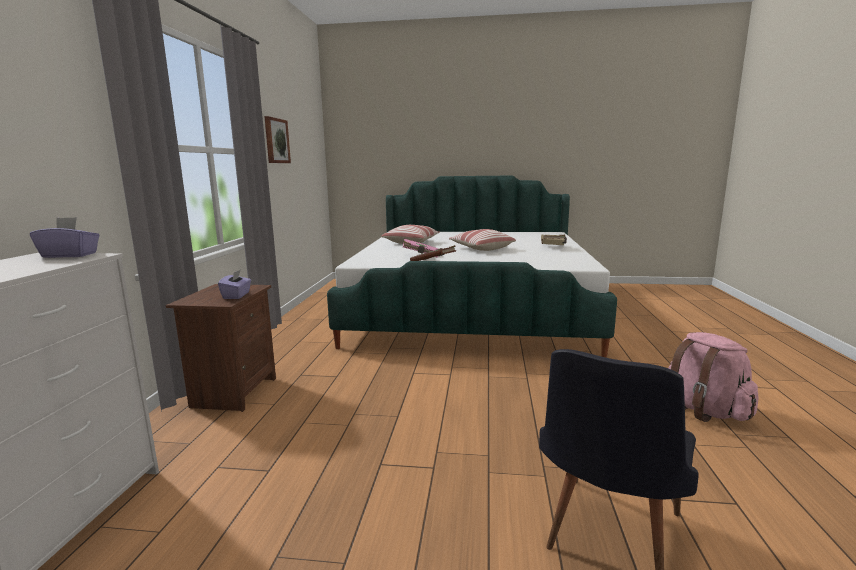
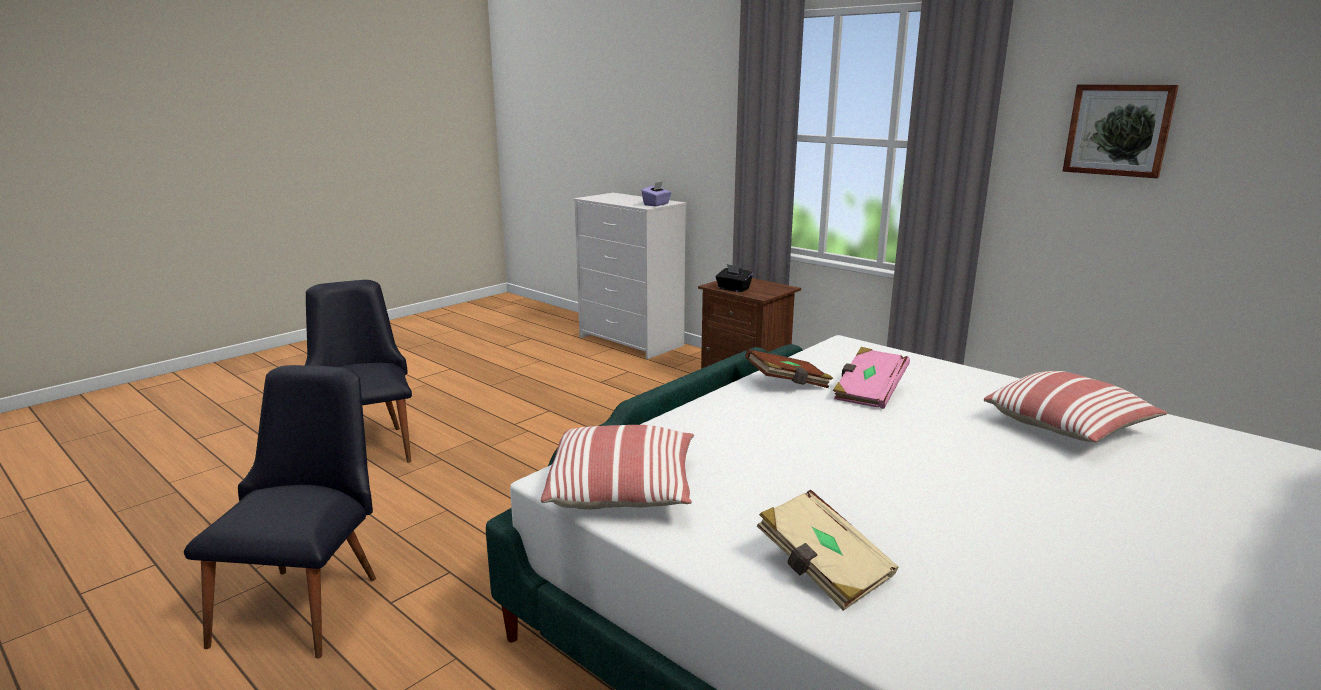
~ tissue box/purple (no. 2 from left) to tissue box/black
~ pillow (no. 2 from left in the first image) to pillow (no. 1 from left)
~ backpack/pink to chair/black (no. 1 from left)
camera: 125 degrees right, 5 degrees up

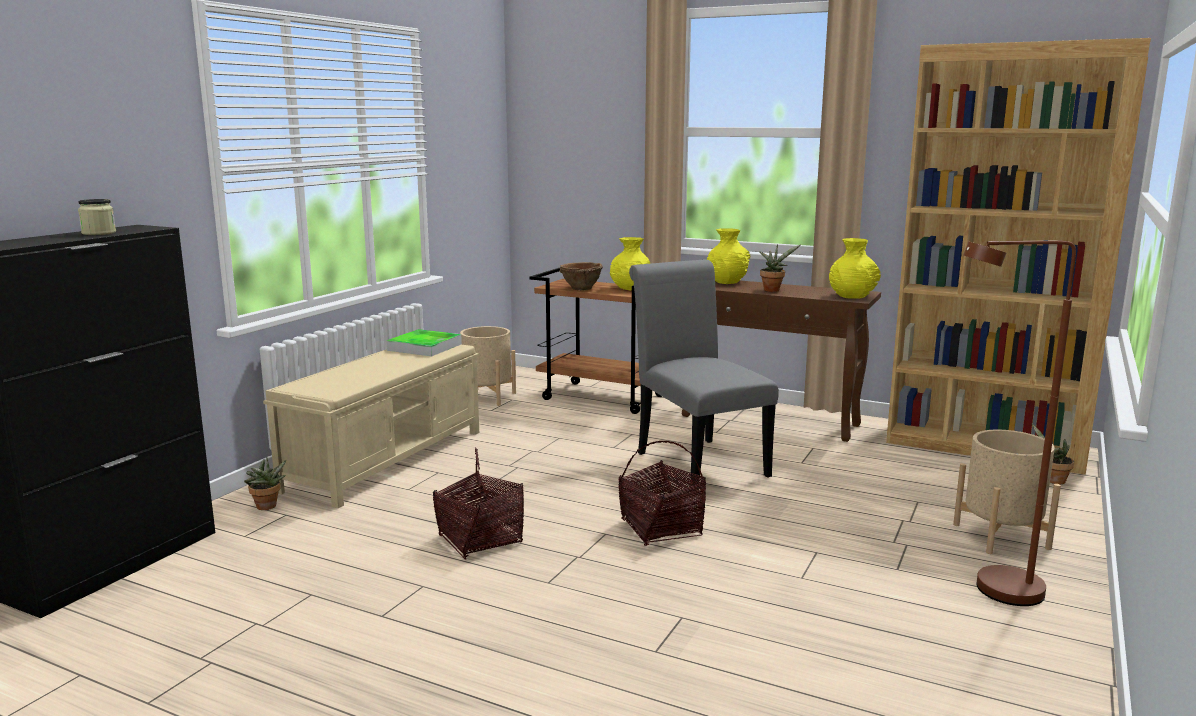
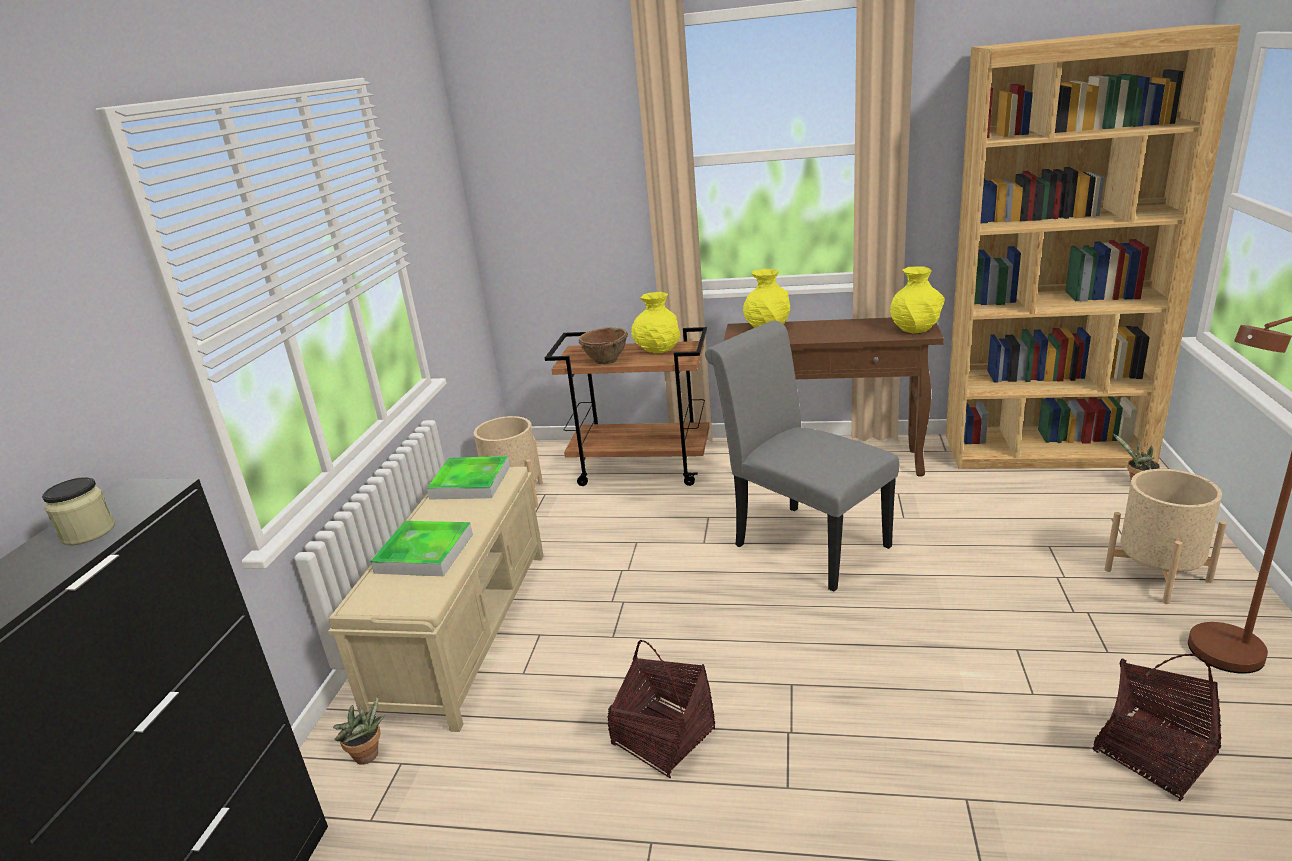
~ basket (no. 2 from left)
- potted plant (no. 2 from left)
+ tray (no. 1 from left)
camera: 15 degrees left, 10 degrees up

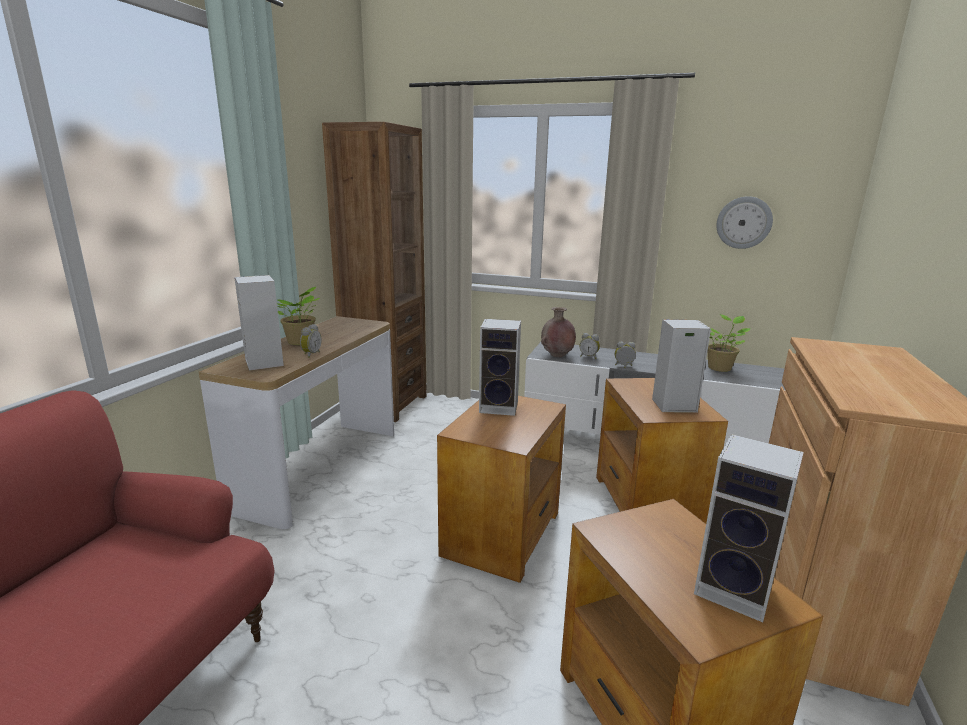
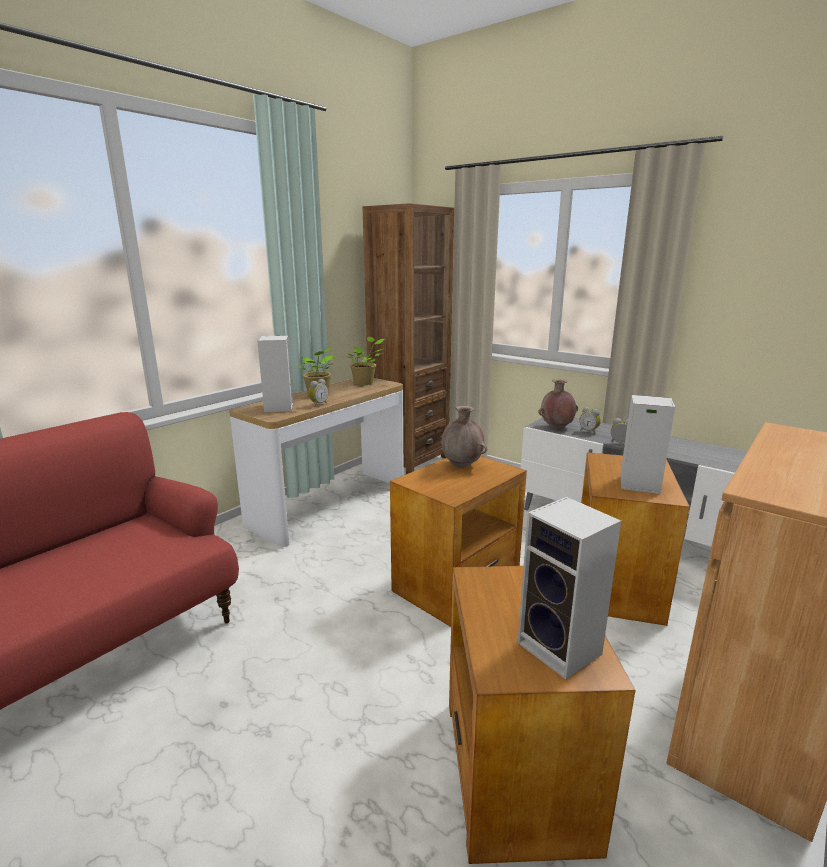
~ speaker (no. 2 from left) to vase/brown (no. 1 from left)
~ potted plant (no. 2 from left)
- wall clock
camera: 20 degrees right, 0 degrees up

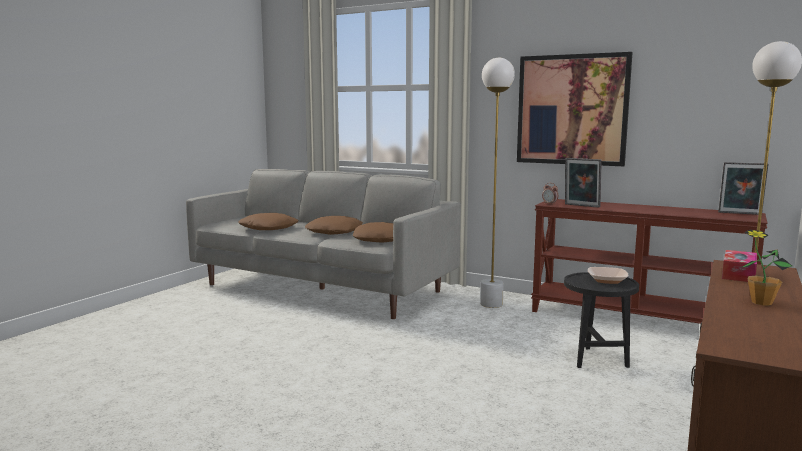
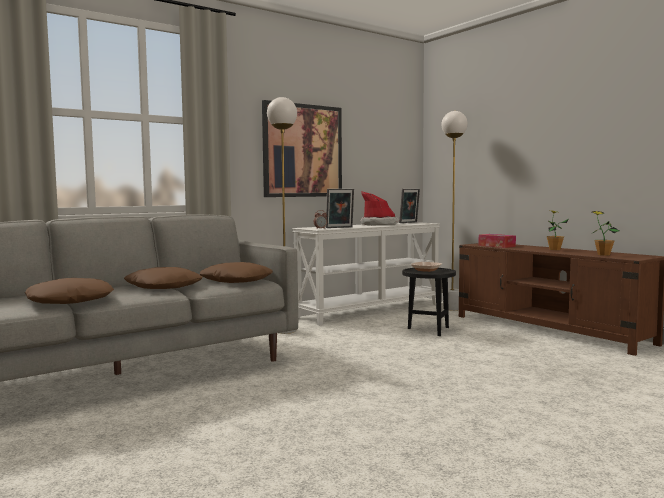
~ console table/brown to console table/white
+ hat
+ potted plant (no. 2 from left)
camera: 65 degrees left, 5 degrees down

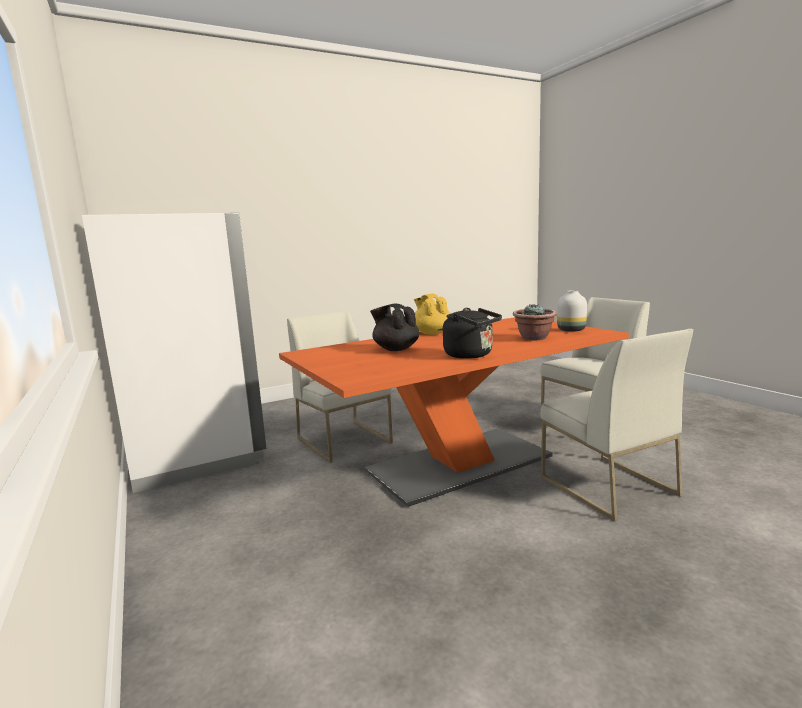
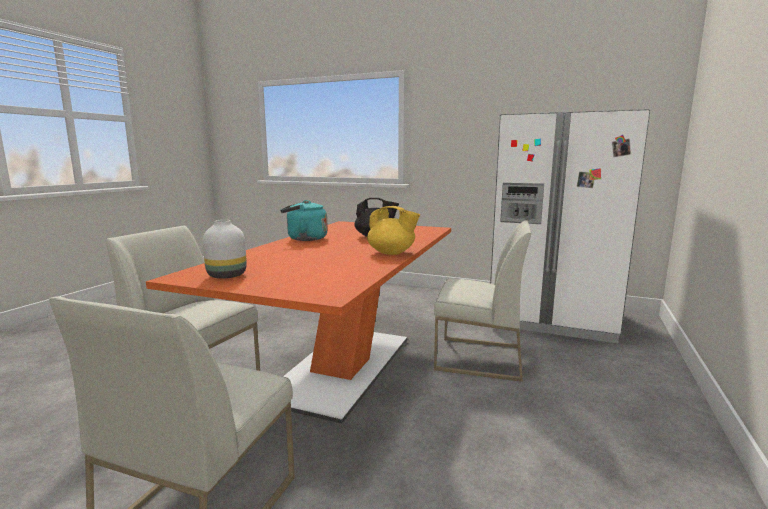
~ kettle/black to kettle/turquoise
- potted plant
camera: 140 degrees right, 0 degrees up

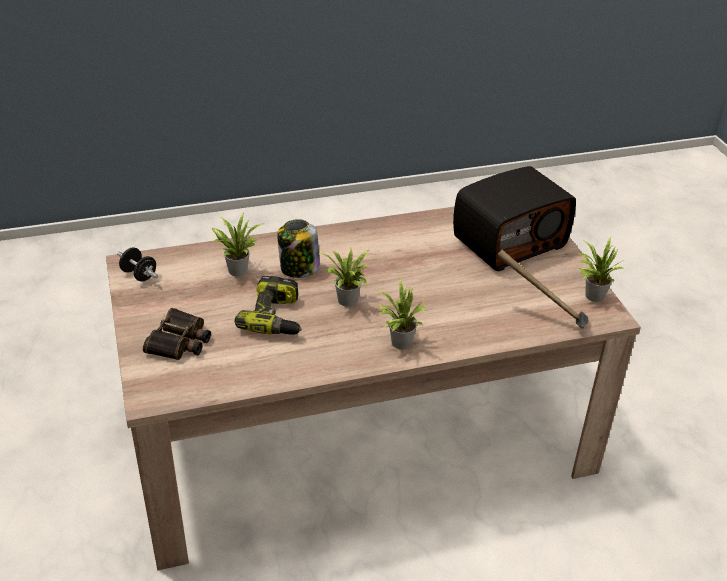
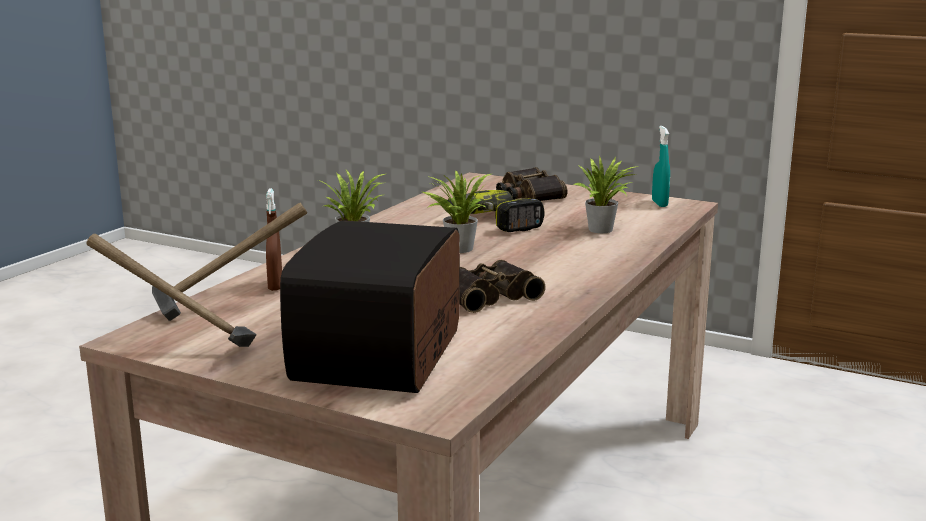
~ dumbbell/black to spray bottle/turquoise
- jar
~ potted plant (no. 4 from left) to hammer (no. 1 from left)
+ spray bottle/brown
+ binoculars (no. 1 from left)
camera: 135 degrees right, 20 degrees down

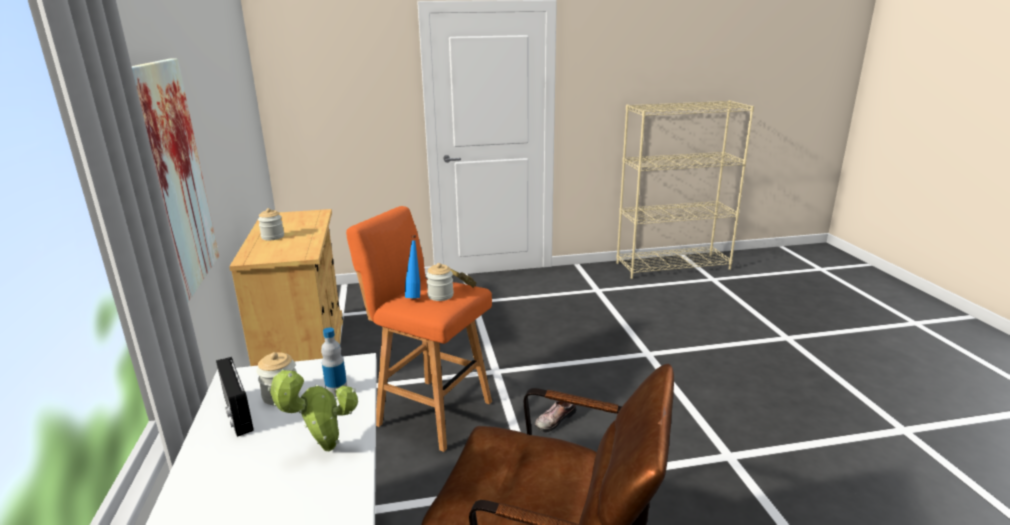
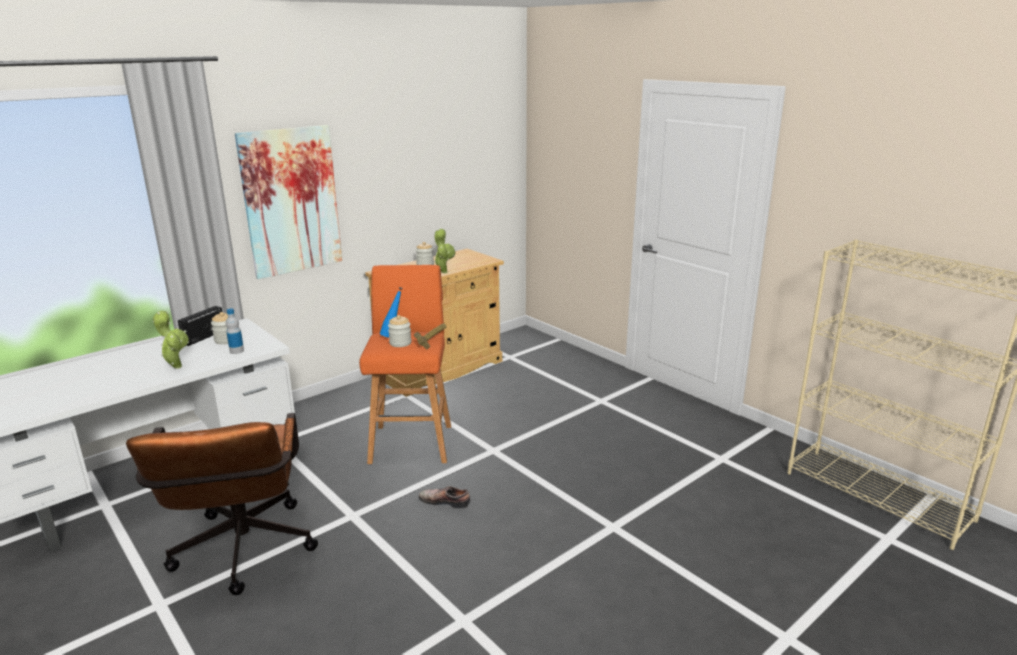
+ potted plant (no. 2 from left)
camera: 60 degrees right, 0 degrees up

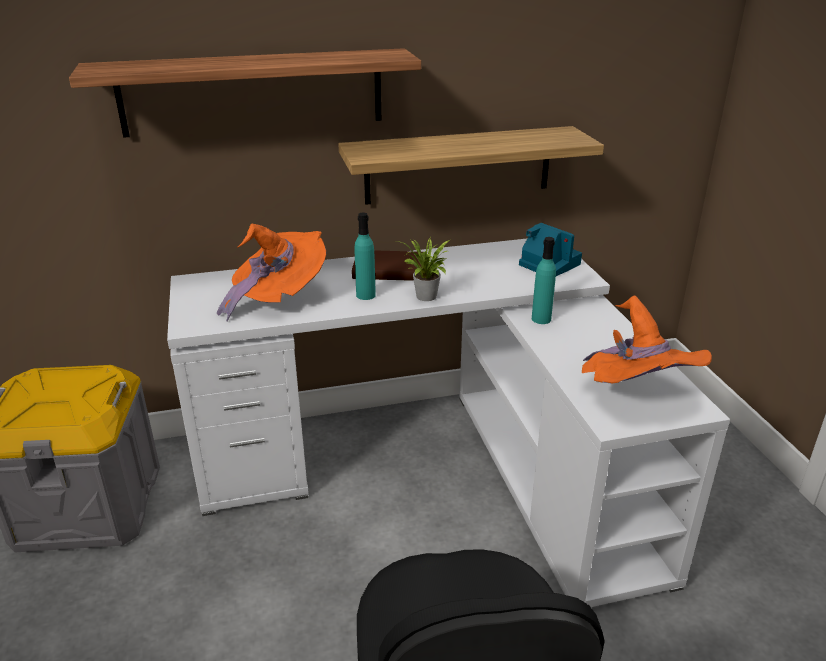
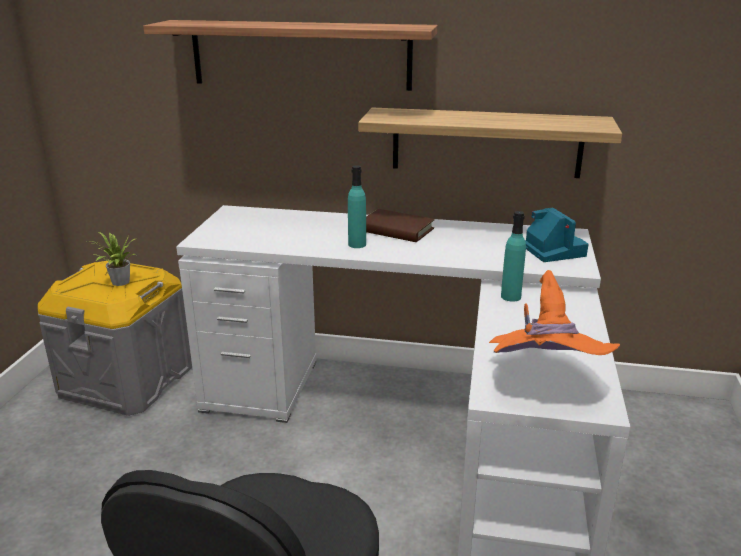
- hat/orange (no. 1 from left)
~ potted plant
camera: 25 degrees right, 5 degrees down

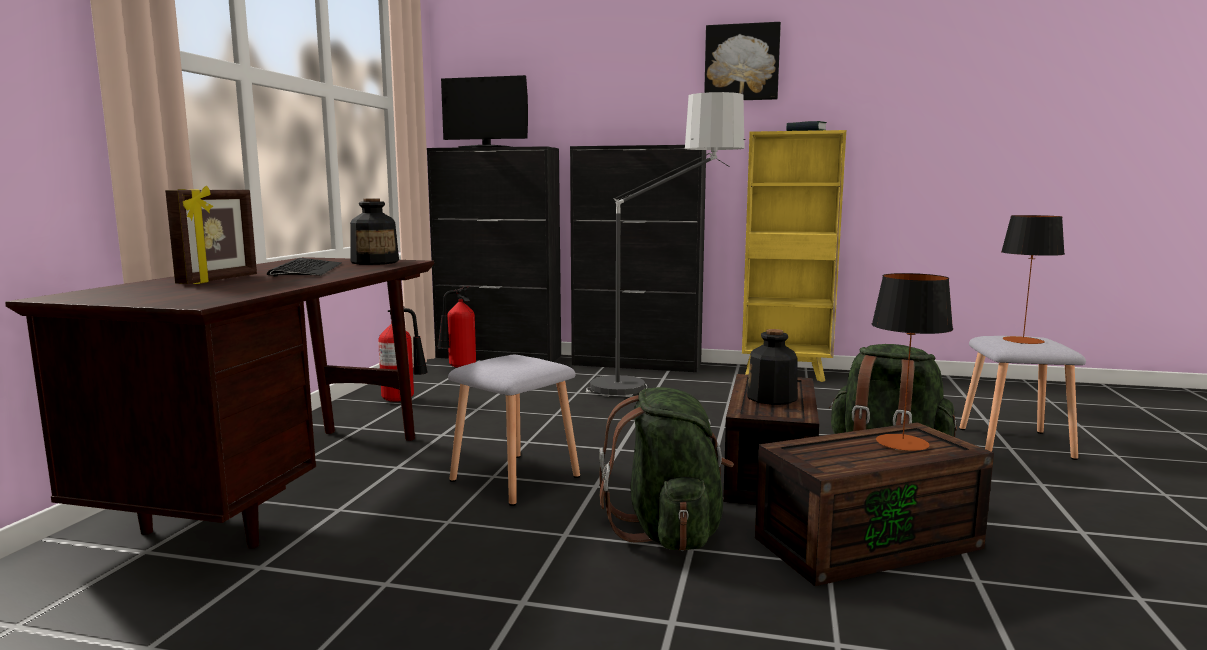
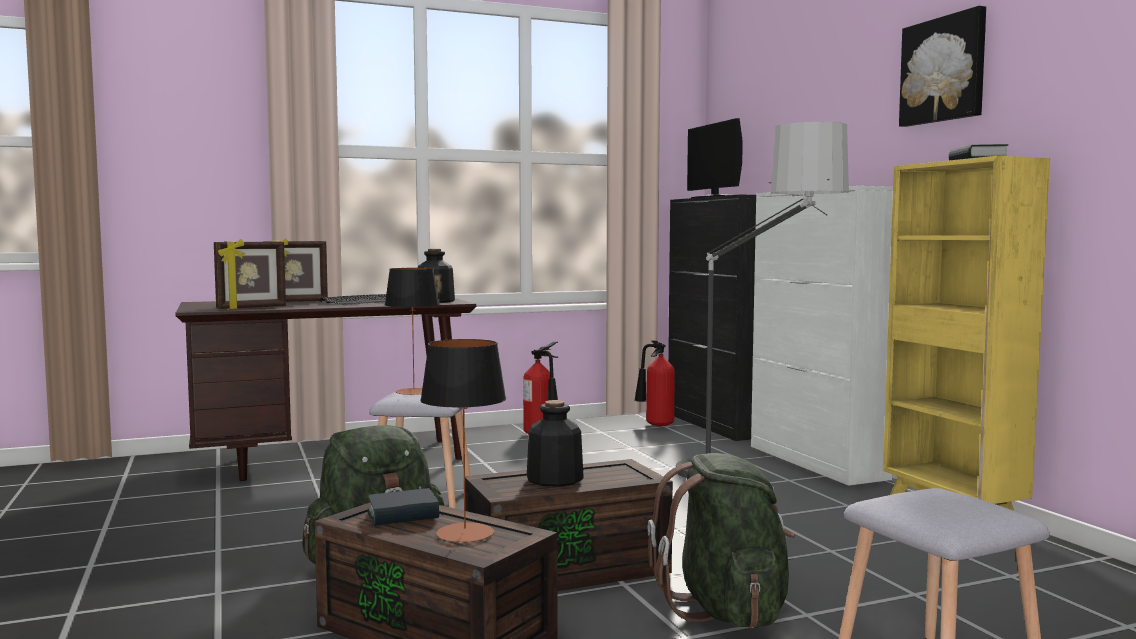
~ cabinet/black (no. 2 from left) to cabinet/white
~ table lamp (no. 2 from left in the first image) to table lamp (no. 1 from left)
+ picture frame (no. 1 from left)
+ book (no. 1 from left)
camera: 55 degrees right, 5 degrees down

